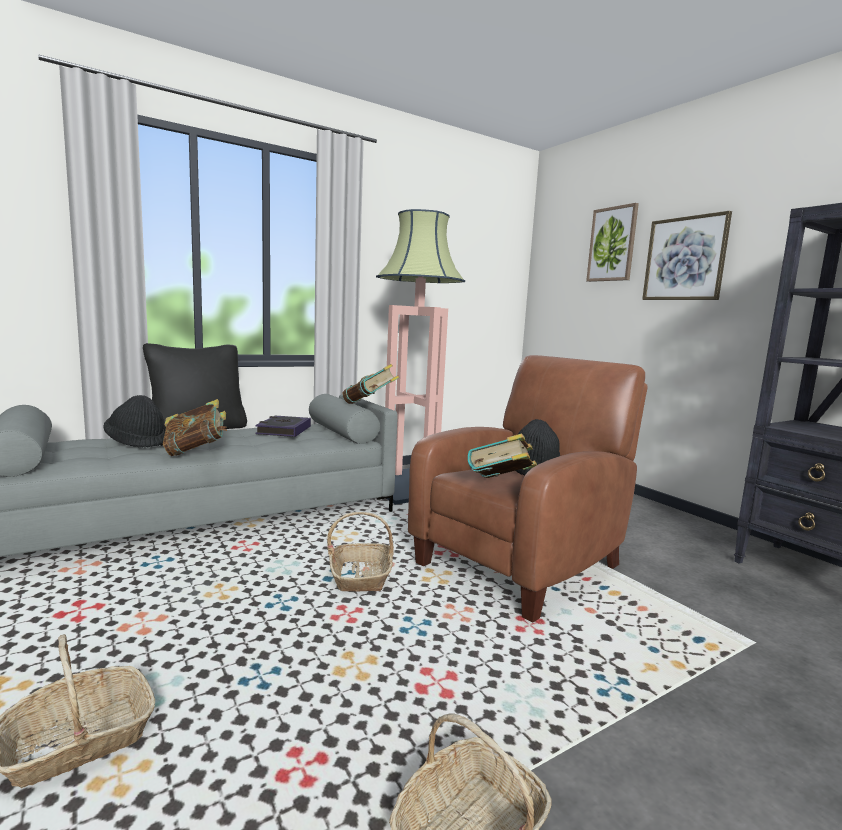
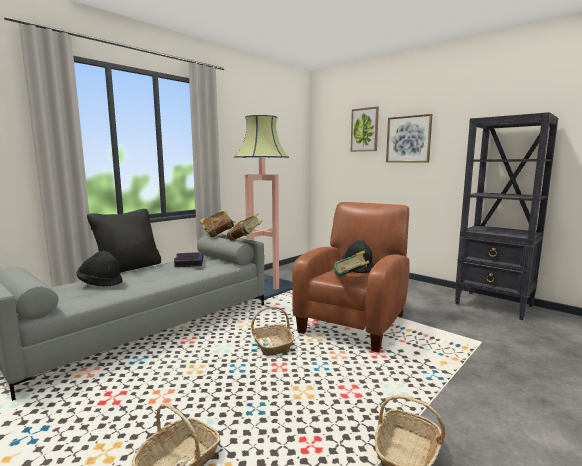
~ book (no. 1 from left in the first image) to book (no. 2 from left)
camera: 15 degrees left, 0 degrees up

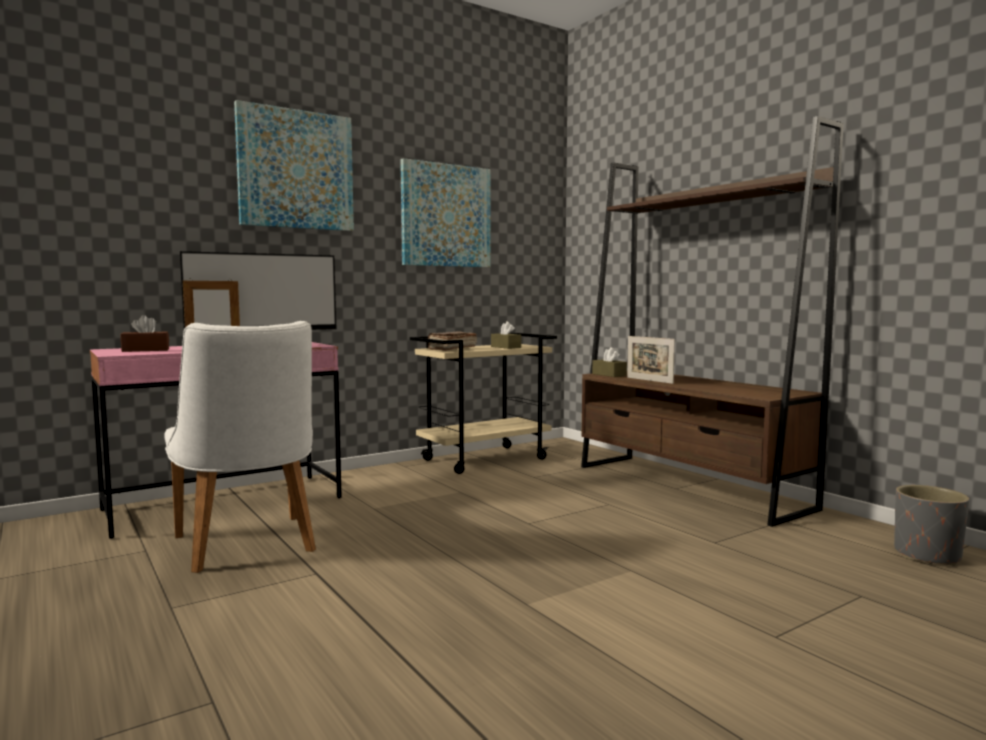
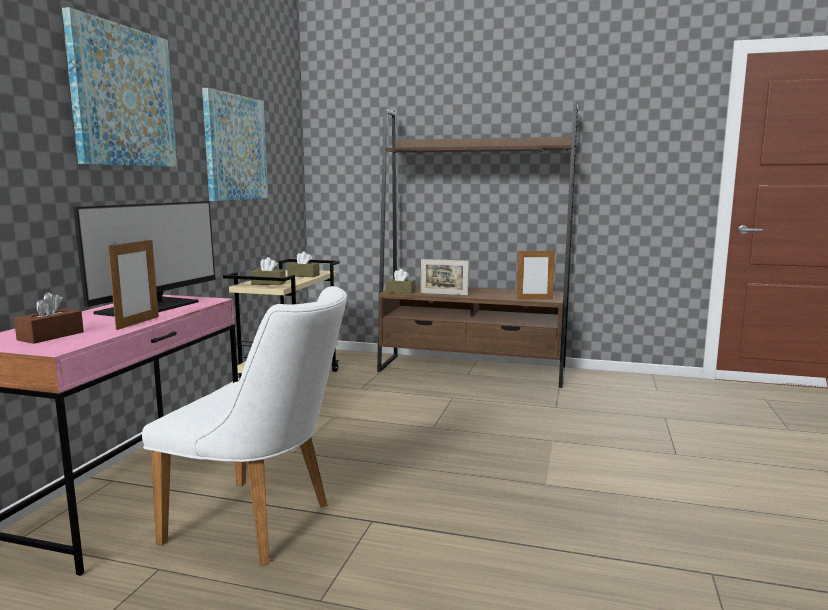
~ book/brown to tissue box/brown (no. 2 from left)
- planter/grey
+ picture frame (no. 3 from left)
camera: 40 degrees left, 5 degrees up

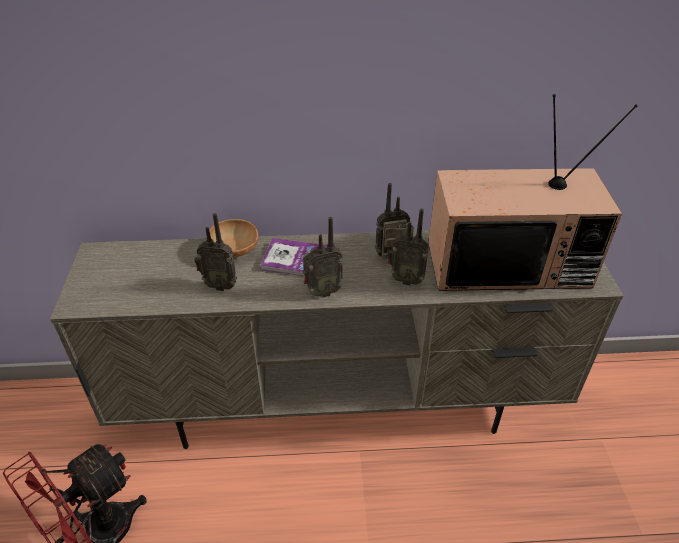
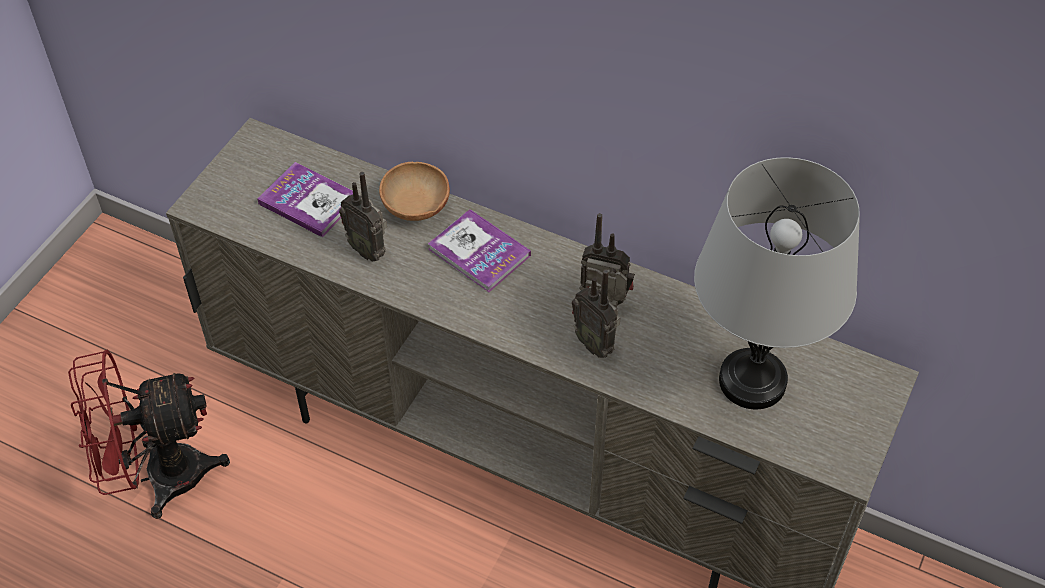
- radio (no. 2 from left)
~ television to table lamp/grey
+ book (no. 1 from left)
camera: 30 degrees right, 10 degrees up

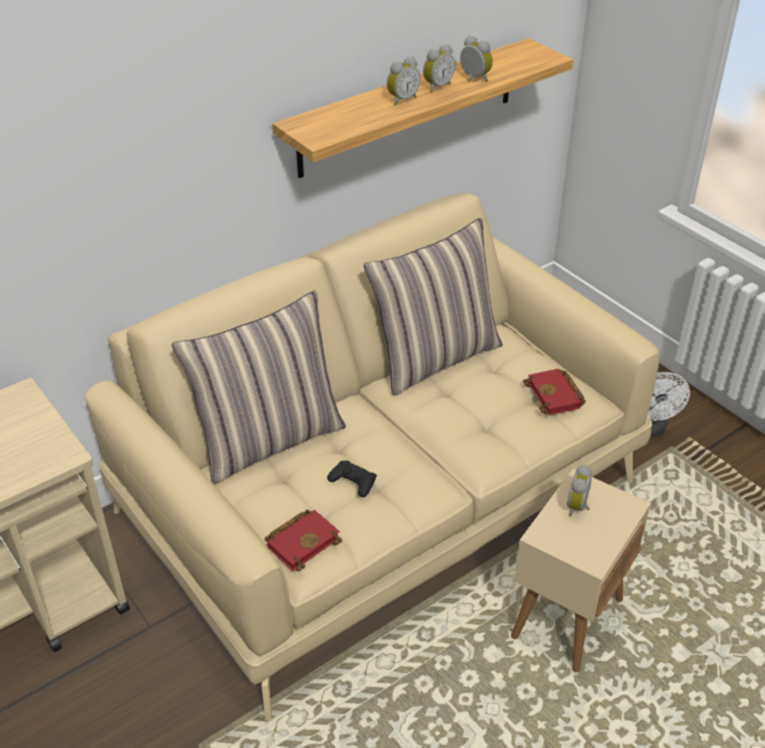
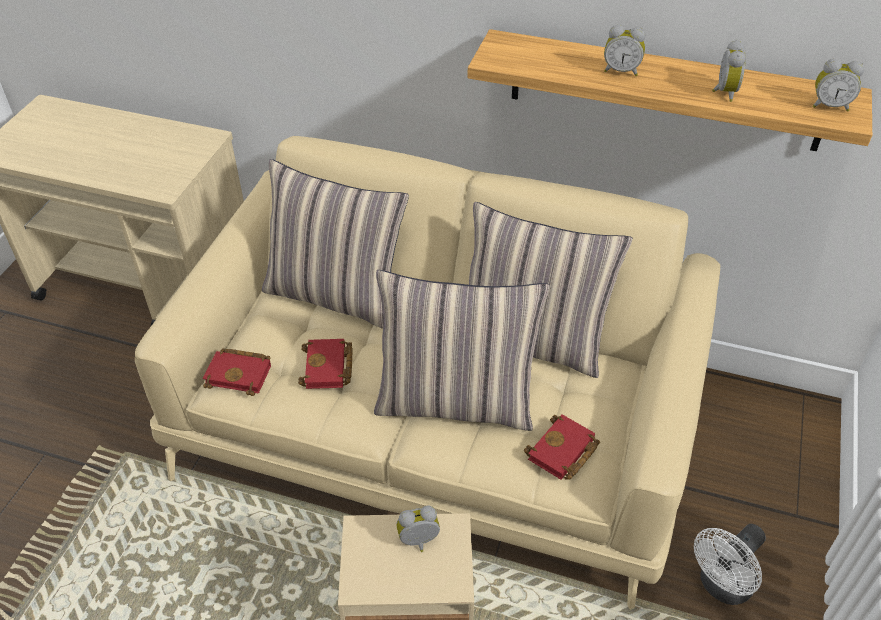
~ game controller/black to book/red (no. 2 from left)
~ alarm clock (no. 2 from left in the first image) to alarm clock (no. 4 from left)
+ pillow (no. 2 from left)
camera: 55 degrees right, 5 degrees up

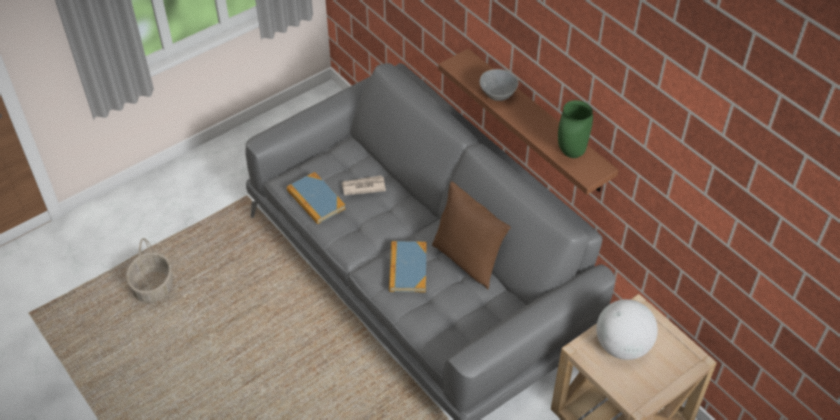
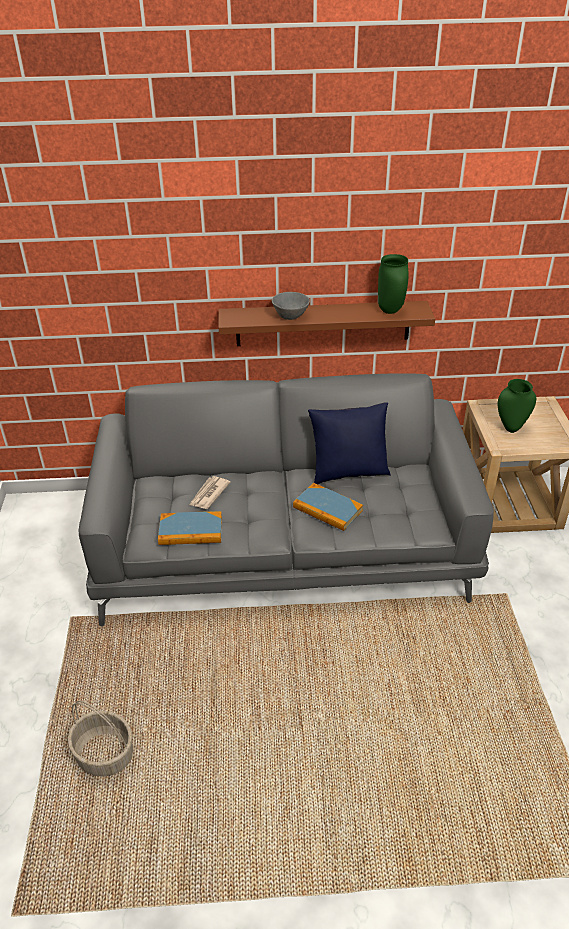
~ pillow/brown to pillow/blue
~ globe to vase/green (no. 2 from left)
camera: 55 degrees left, 10 degrees down

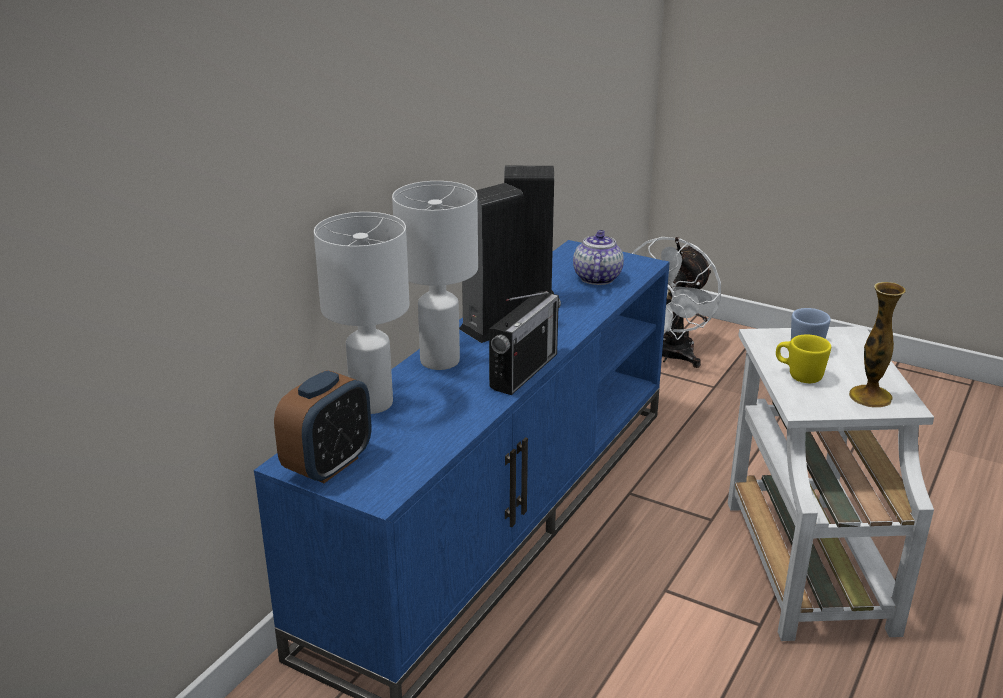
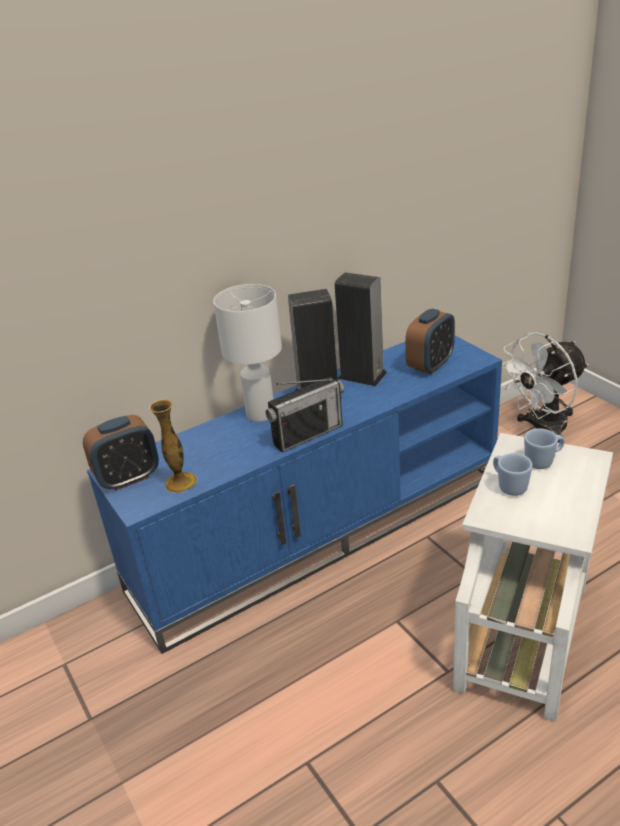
- table lamp/white (no. 1 from left)
~ teapot to alarm clock (no. 2 from left)
~ mug/yellow to mug/blue (no. 1 from left)
~ vase
camera: 30 degrees right, 5 degrees up

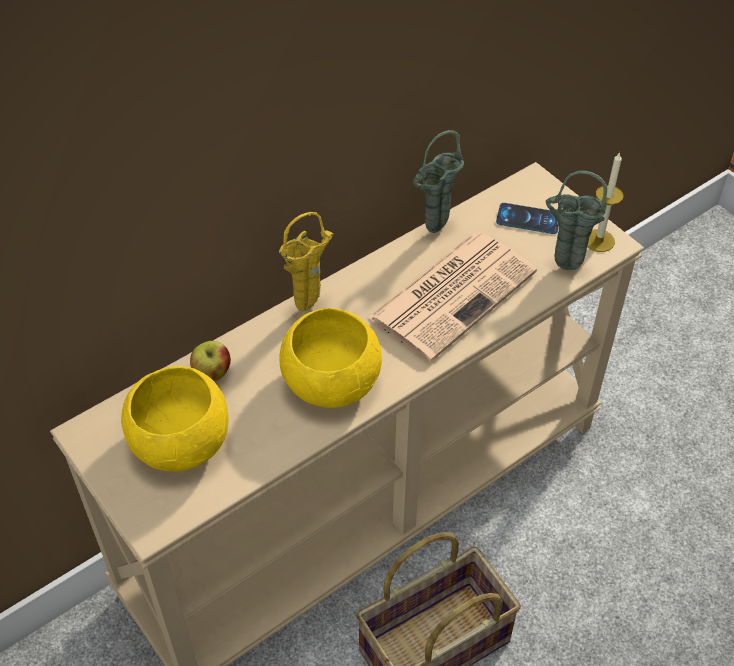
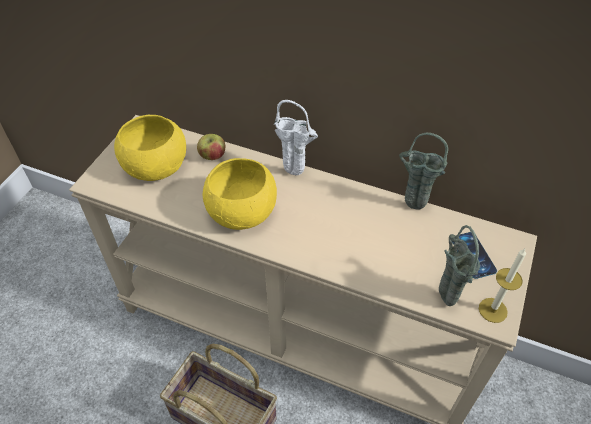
~ vase/yellow to vase/white
- newspaper
camera: 60 degrees right, 0 degrees up

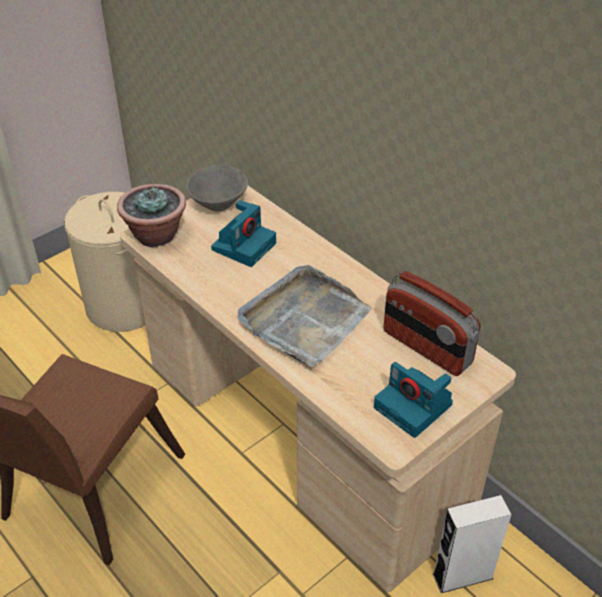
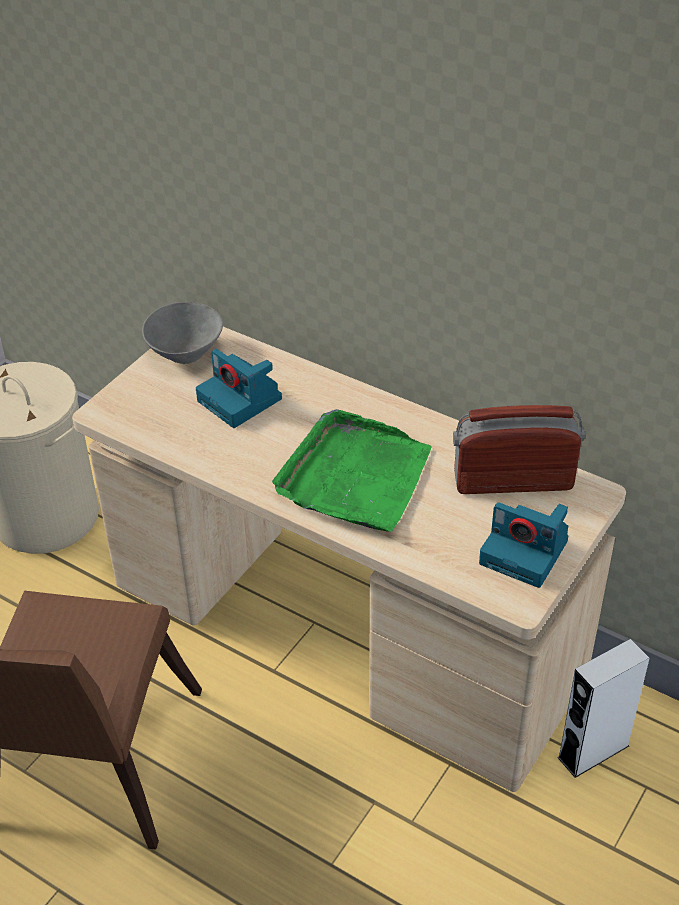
- potted plant
~ photo camera (no. 1 from left) 120 degrees clockwise
~ tray/grey to tray/green
~ radio 150 degrees clockwise
camera: 15 degrees left, 0 degrees up

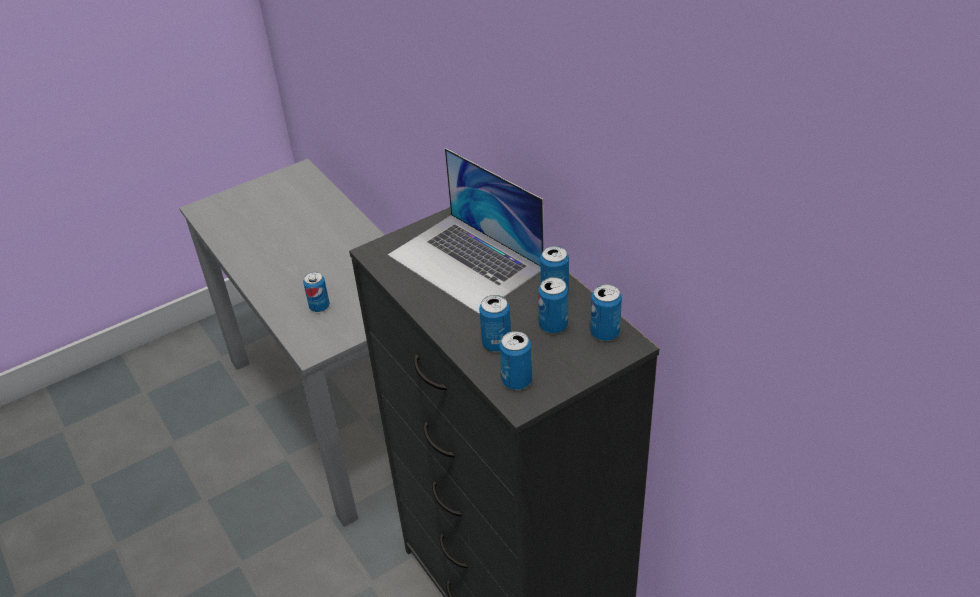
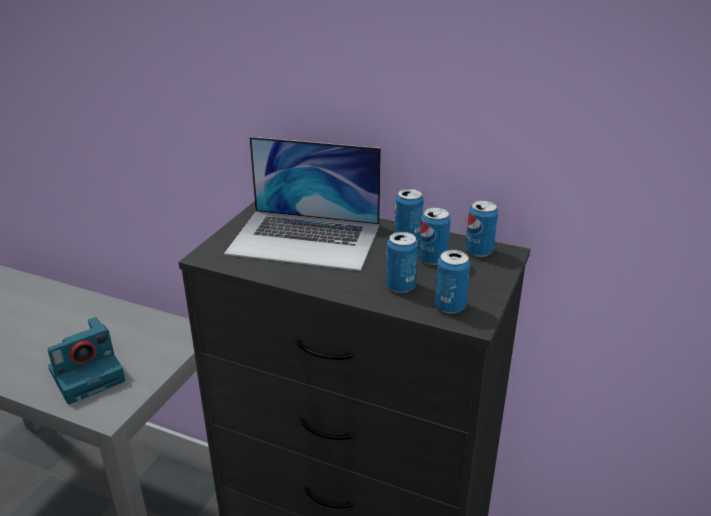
~ can (no. 1 from left) to photo camera
camera: 35 degrees left, 10 degrees down

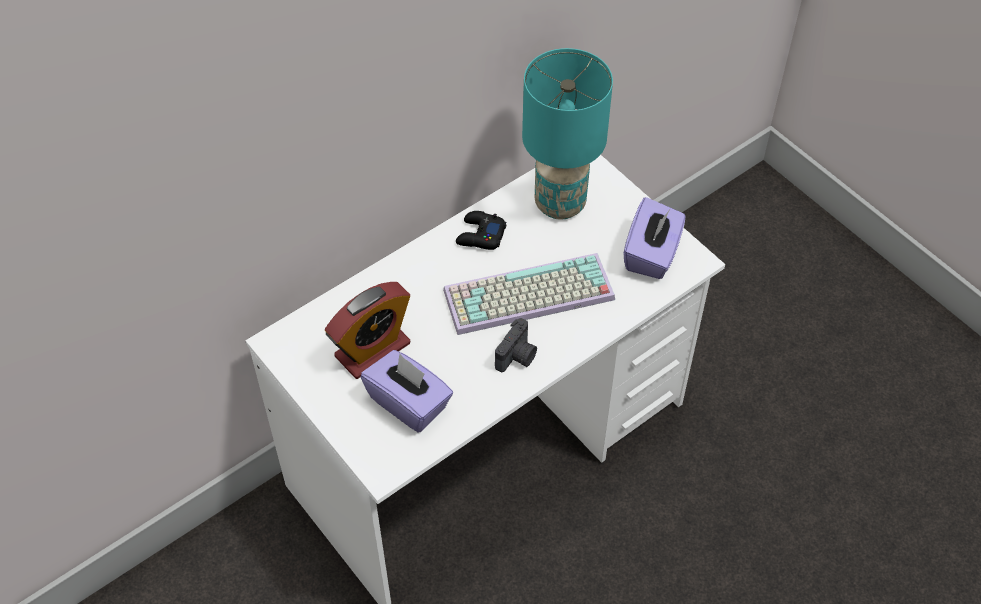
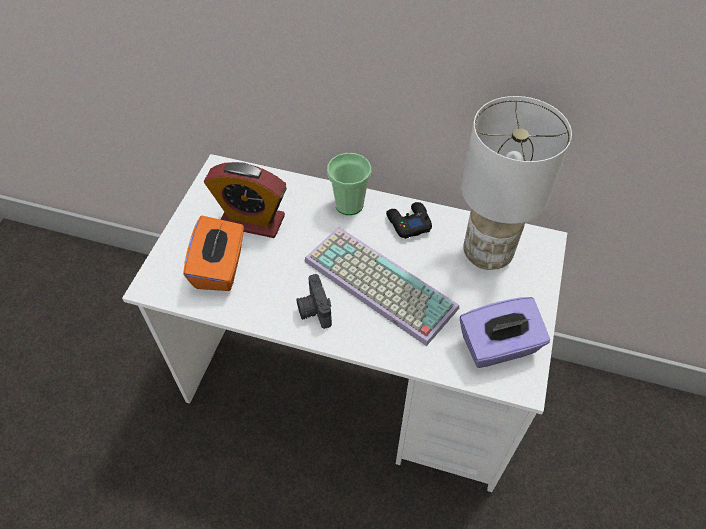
~ tissue box/purple (no. 1 from left) to tissue box/orange
~ photo camera 75 degrees clockwise
~ table lamp/turquoise to table lamp/white
+ cup
camera: 55 degrees right, 0 degrees up

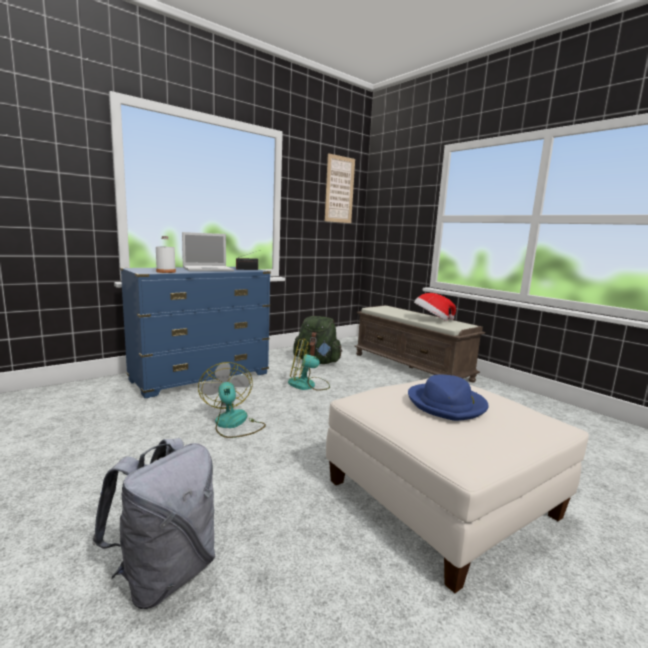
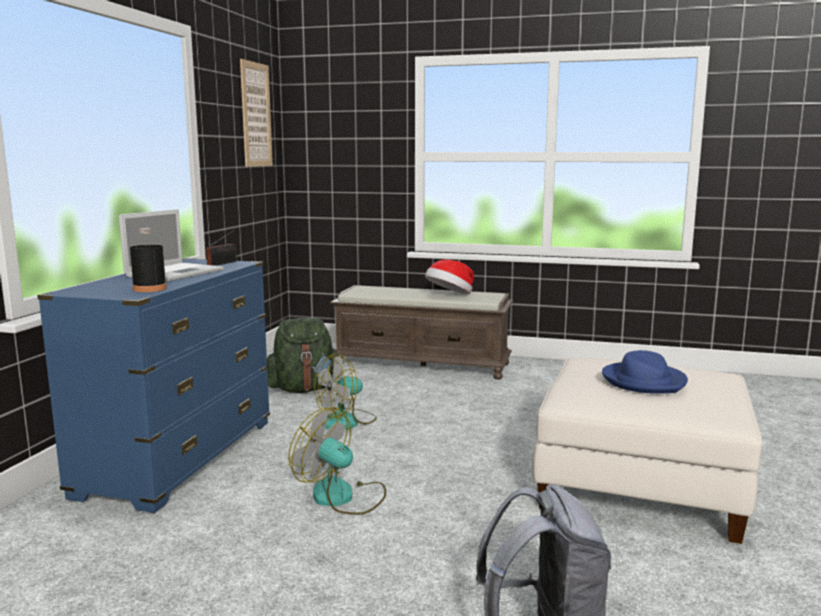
~ bottle/white to bottle/black
camera: 35 degrees left, 0 degrees up

